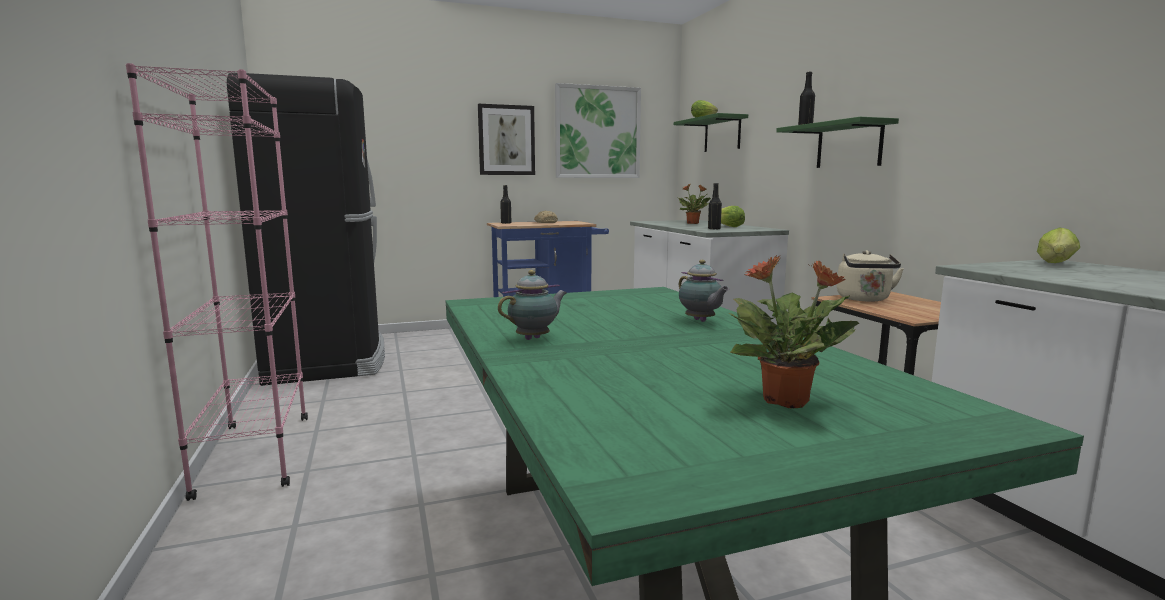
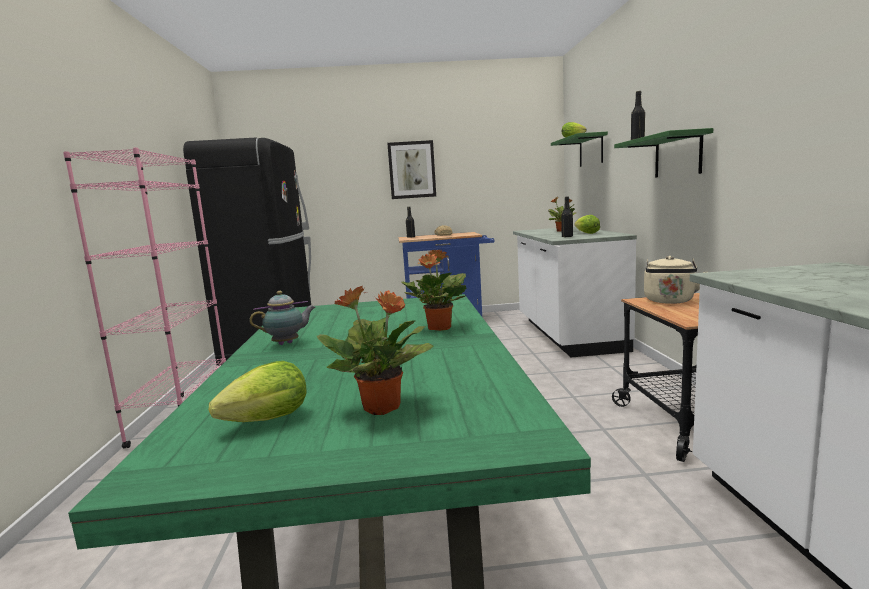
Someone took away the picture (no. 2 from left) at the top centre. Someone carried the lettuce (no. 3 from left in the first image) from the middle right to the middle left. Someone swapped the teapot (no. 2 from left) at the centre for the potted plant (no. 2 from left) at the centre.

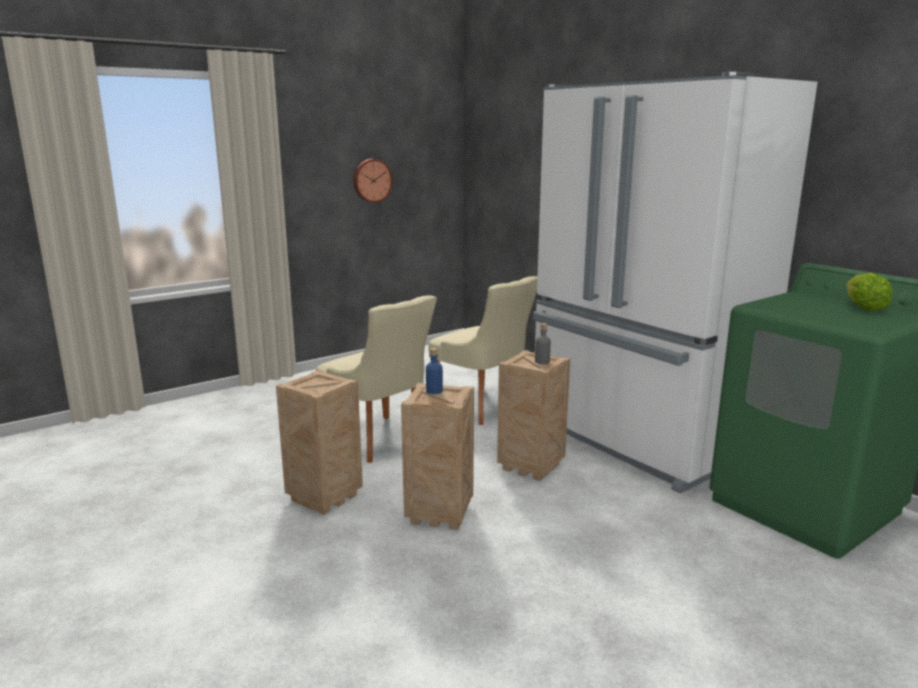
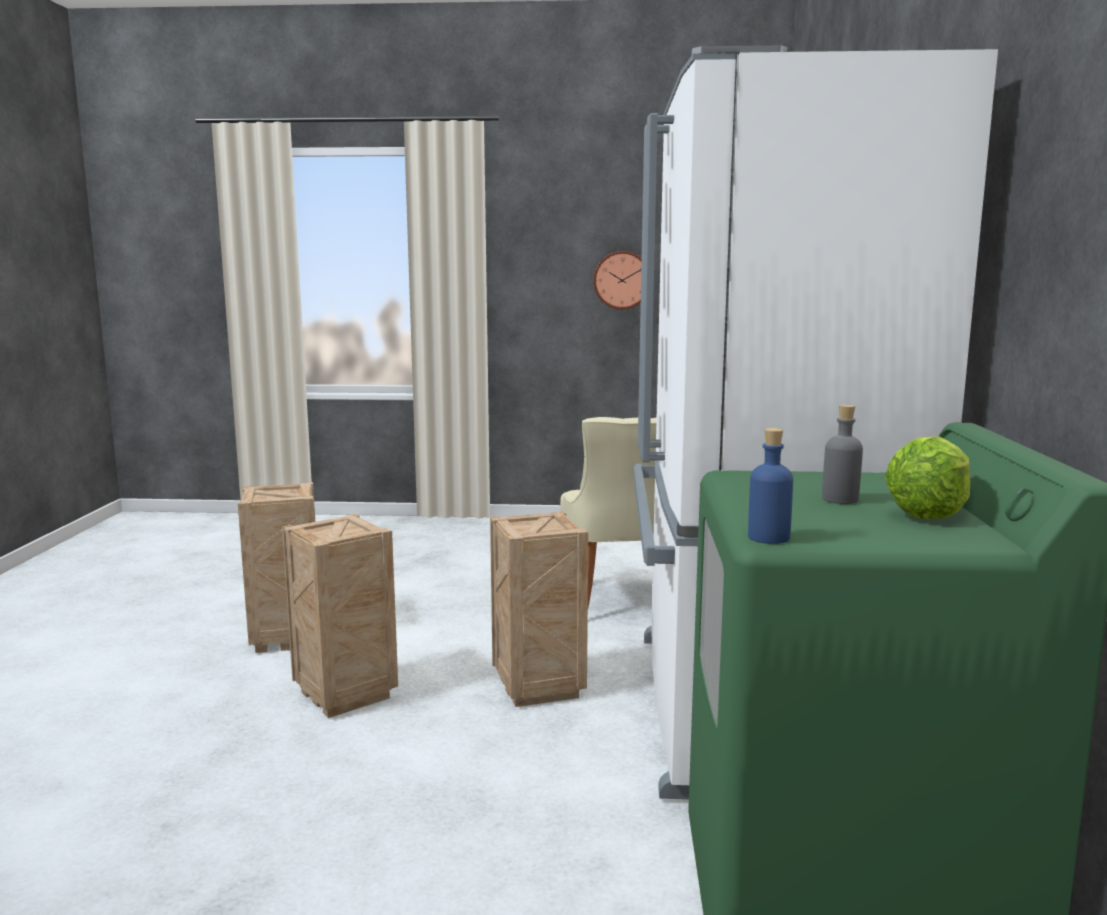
Someone took away the beige chair (no. 1 from left) at the centre. Someone carried the grey bottle from the centre to the middle right. Someone carried the blue bottle from the centre to the middle right.

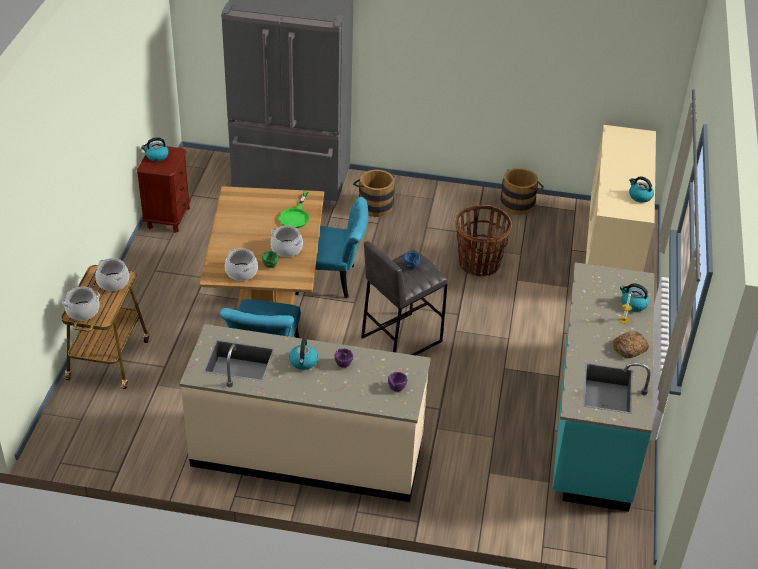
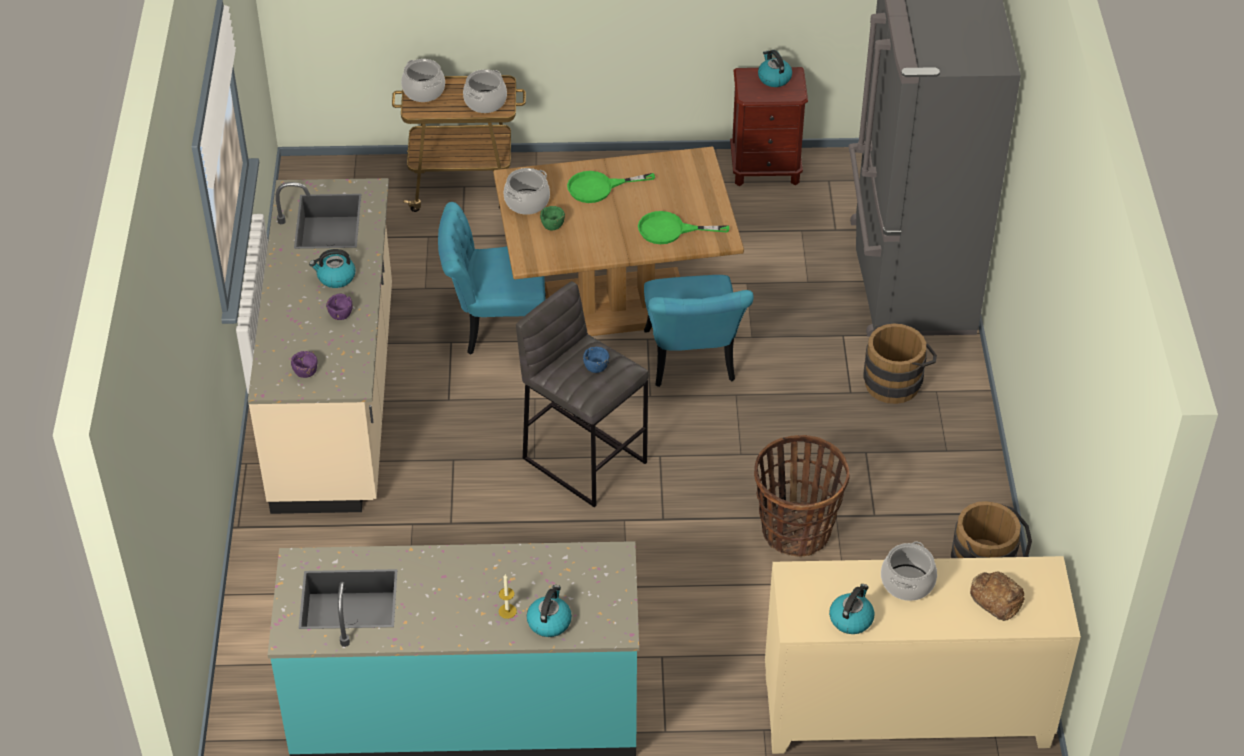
Someone carried the cooking pot (no. 4 from left) from the centre to the bottom right. Someone carried the bread from the middle right to the bottom right. Someone put down the green frying pan (no. 1 from left) at the top centre.

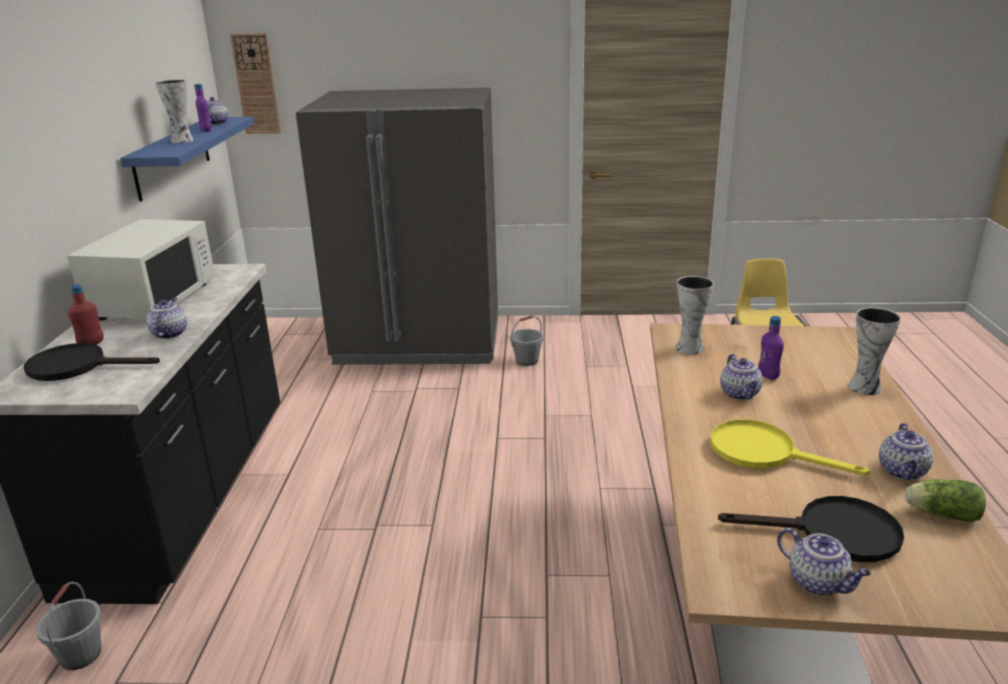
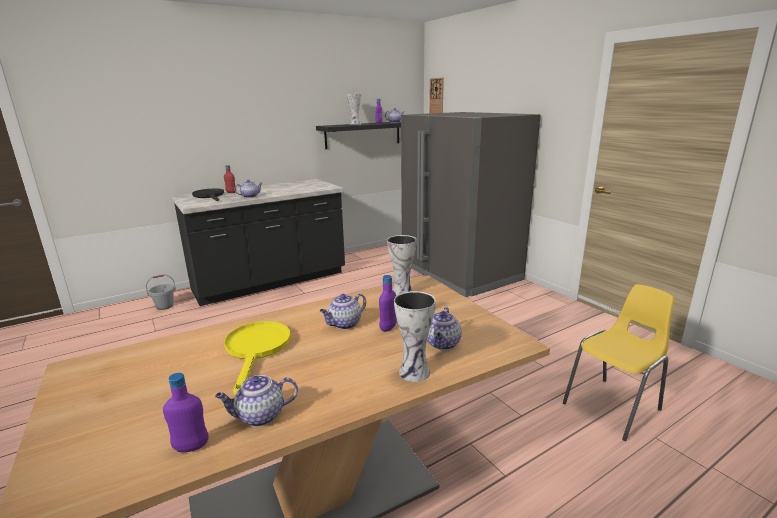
Someone repainted the blue shelf at the top left, which became the black shelf at the top centre. Someone took away the white microwave at the middle left. Someone took away the grey bucket (no. 2 from left) at the centre. Someone swapped the lettuce at the bottom right for the purple bottle (no. 1 from left) at the bottom left. Someone took away the black frying pan (no. 2 from left) at the bottom right. Someone carried the teapot (no. 4 from left in the first image) from the bottom right to the centre.

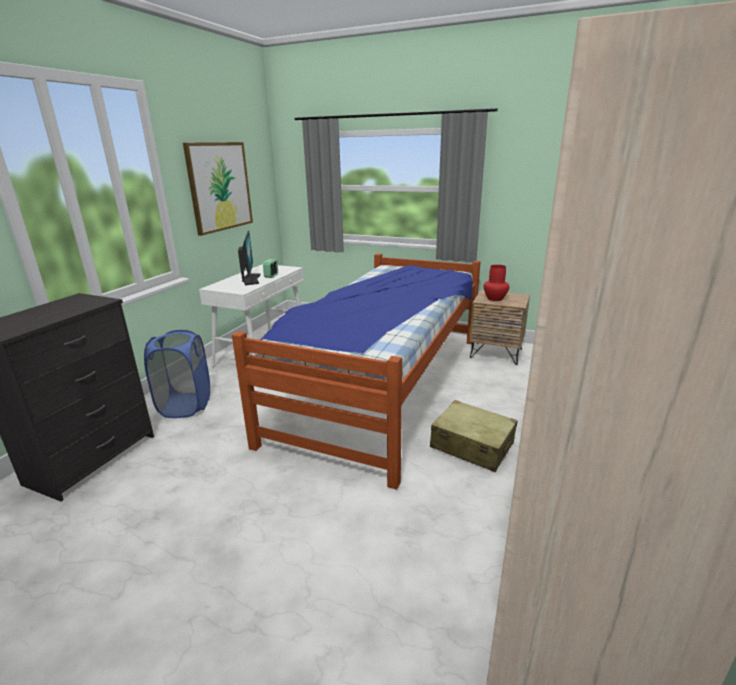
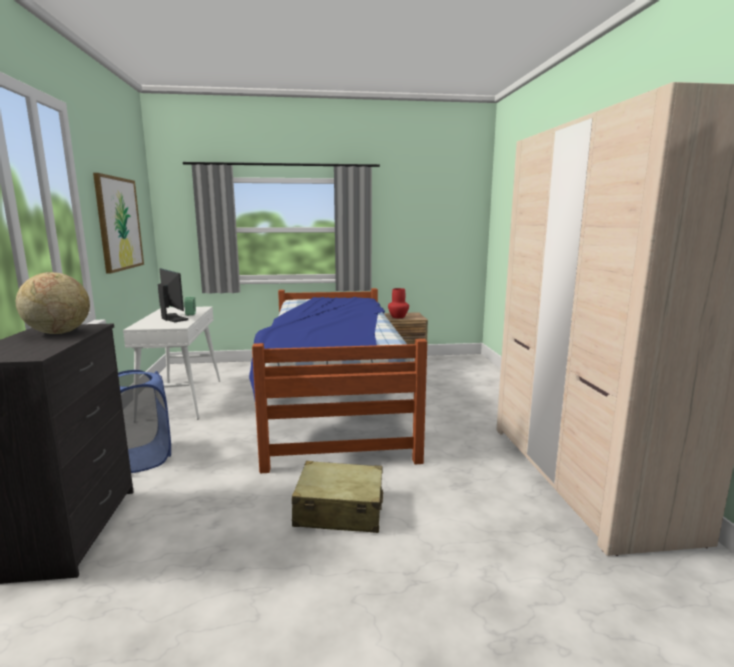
Someone carried the beige suitcase from the centre to the bottom centre. Someone put down the globe at the middle left.

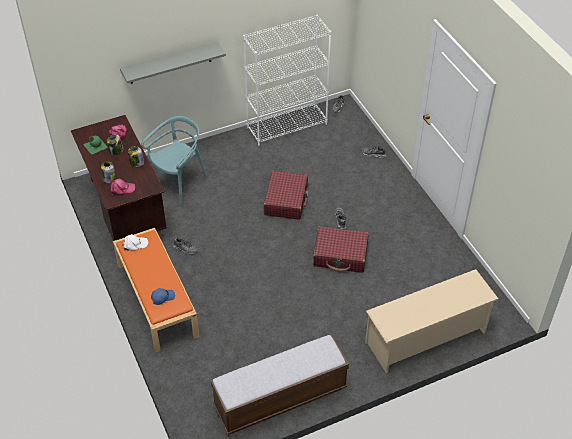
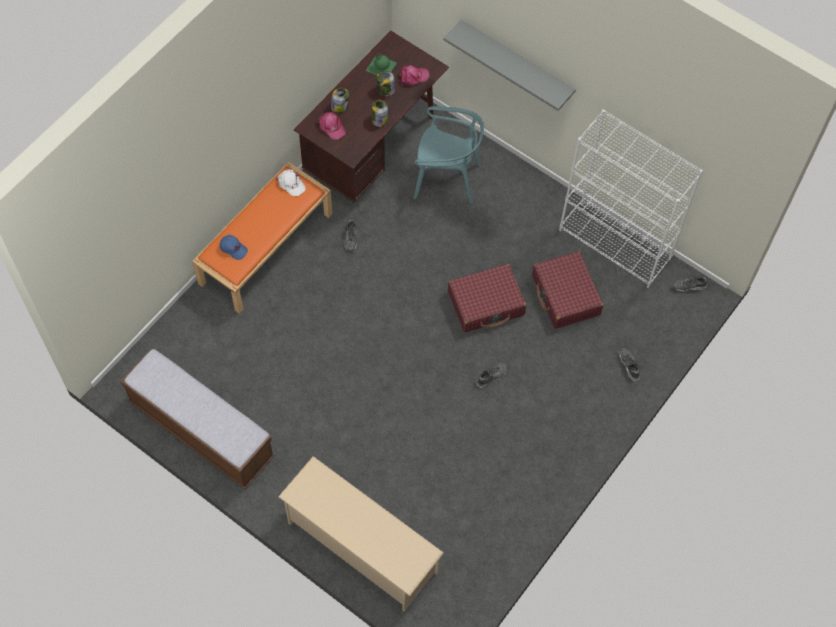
Someone carried the red suitcase (no. 2 from left) from the centre to the middle right.

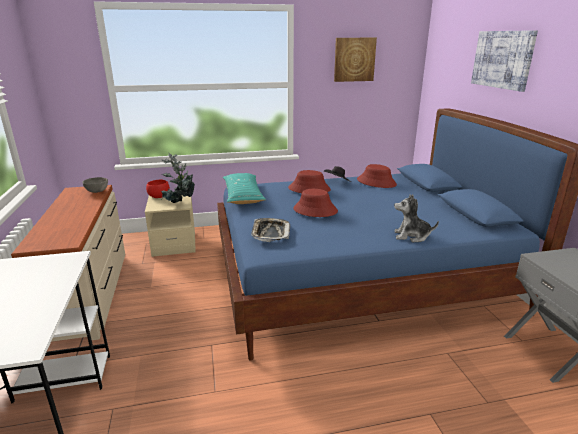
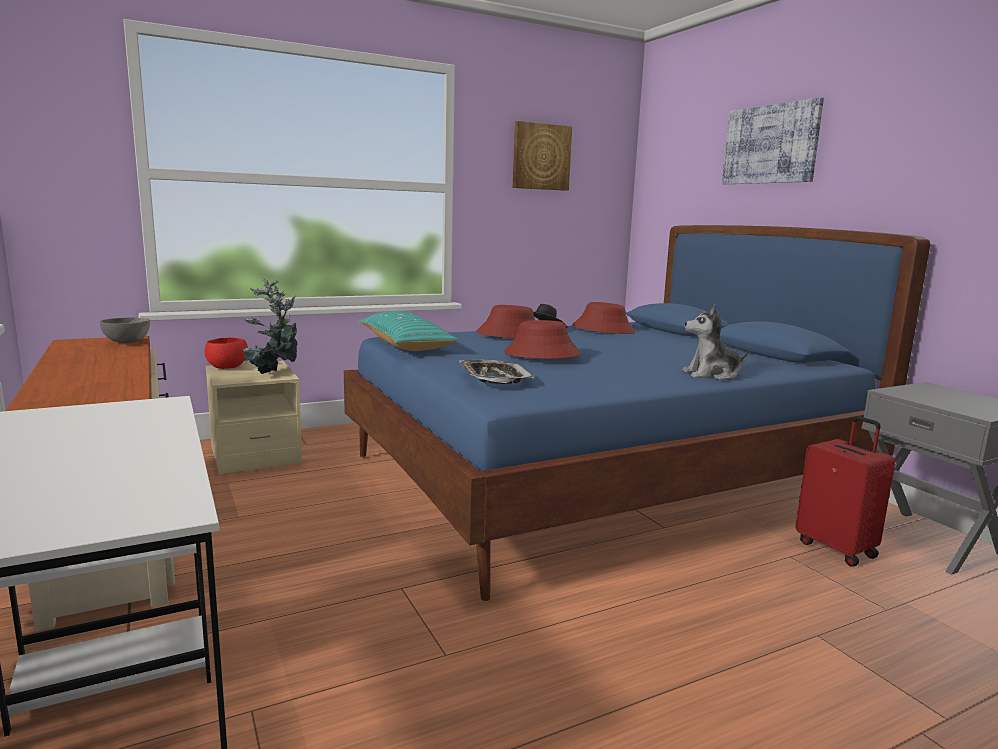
Someone put down the red suitcase at the middle right.

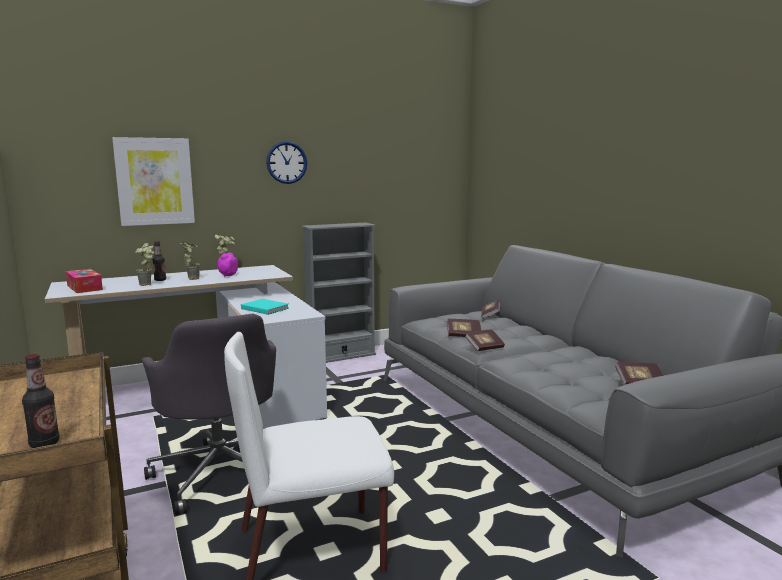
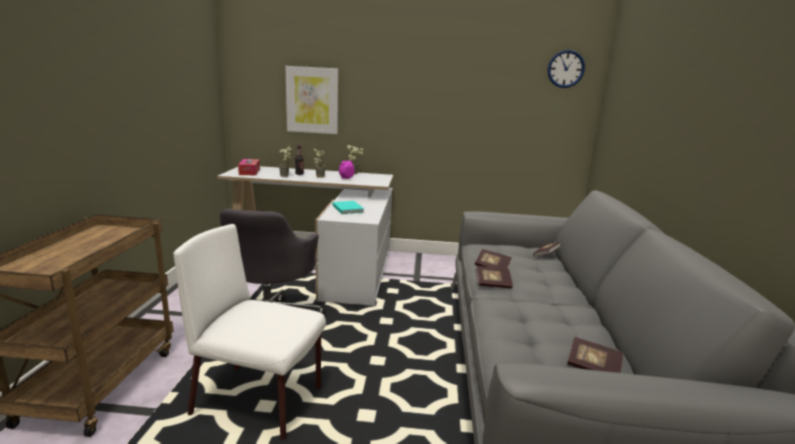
Someone carried the wall clock from the top centre to the top right. Someone took away the grey bookcase at the centre. Someone took away the bottle (no. 1 from left) at the bottom left.

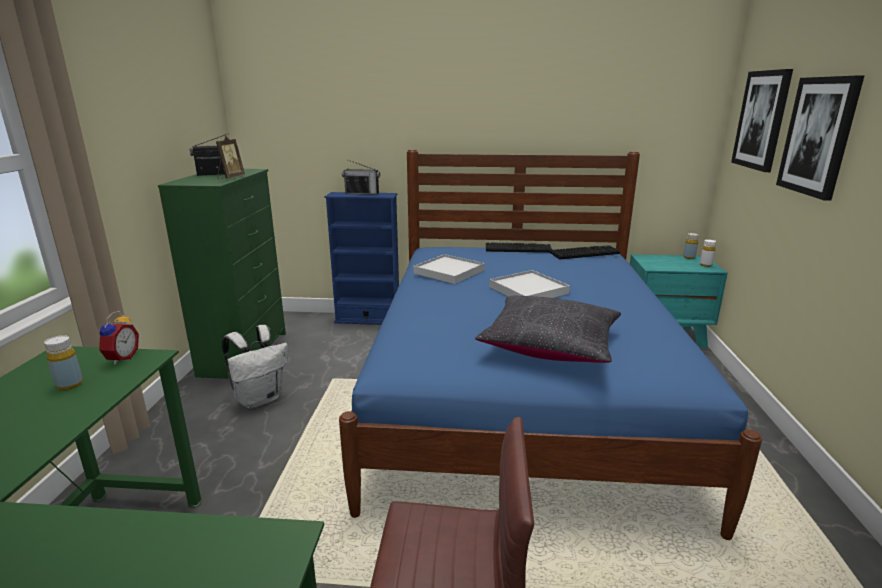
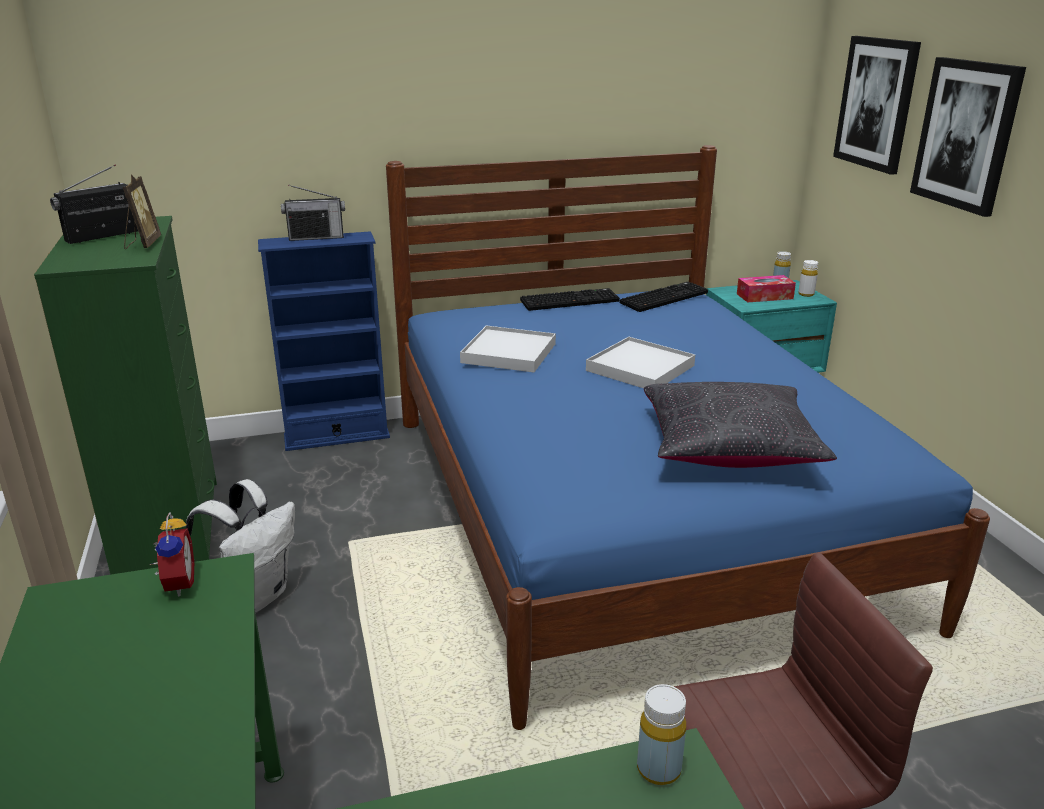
Someone carried the yellow bottle (no. 1 from left) from the middle left to the bottom centre. Someone put down the tissue box at the middle right.

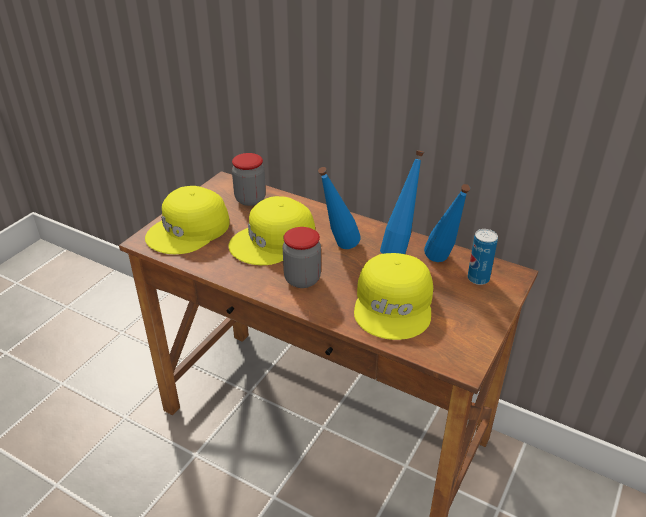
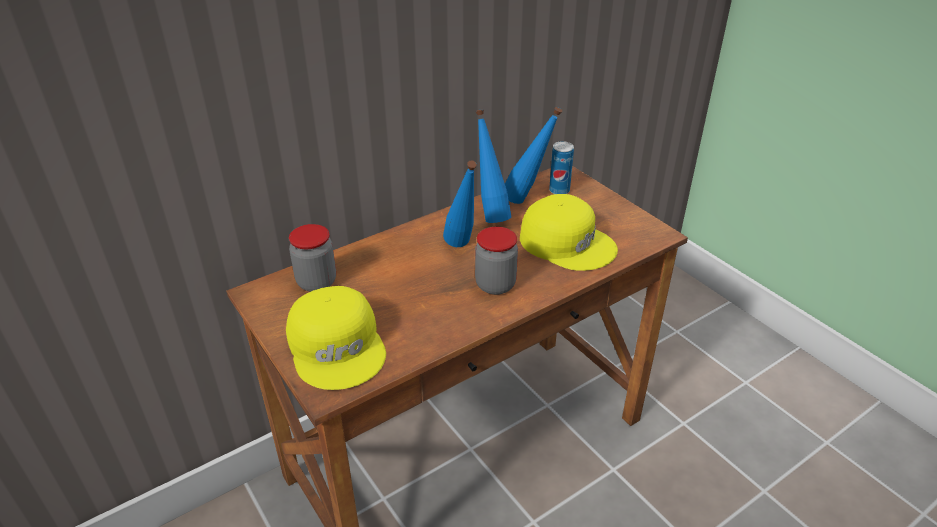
Someone took away the yellow cap (no. 2 from left) at the centre.

